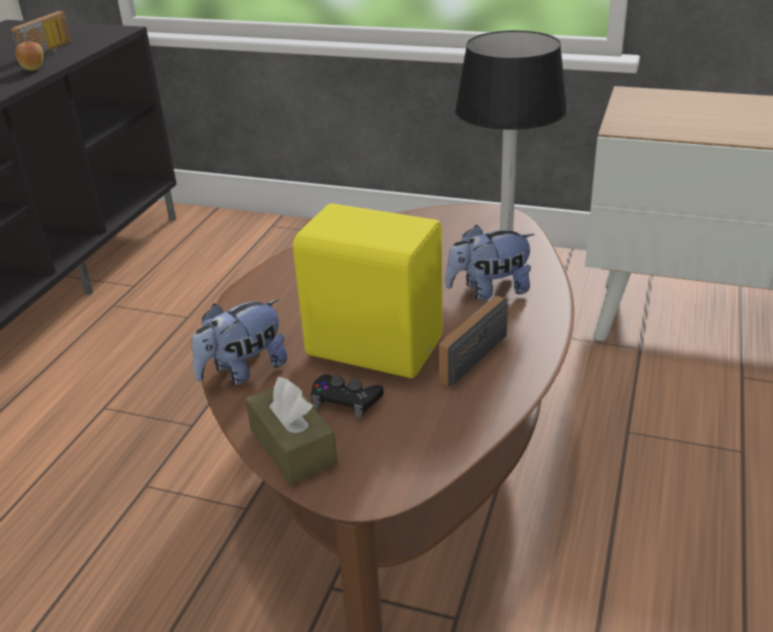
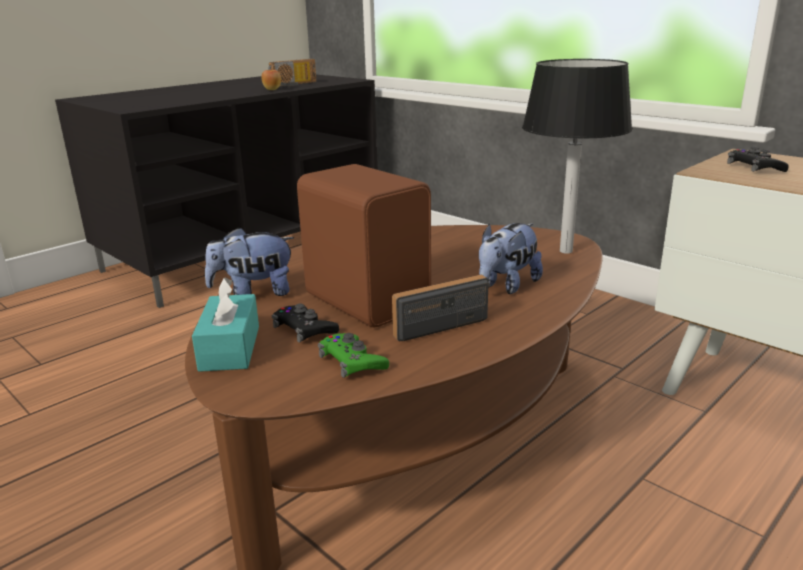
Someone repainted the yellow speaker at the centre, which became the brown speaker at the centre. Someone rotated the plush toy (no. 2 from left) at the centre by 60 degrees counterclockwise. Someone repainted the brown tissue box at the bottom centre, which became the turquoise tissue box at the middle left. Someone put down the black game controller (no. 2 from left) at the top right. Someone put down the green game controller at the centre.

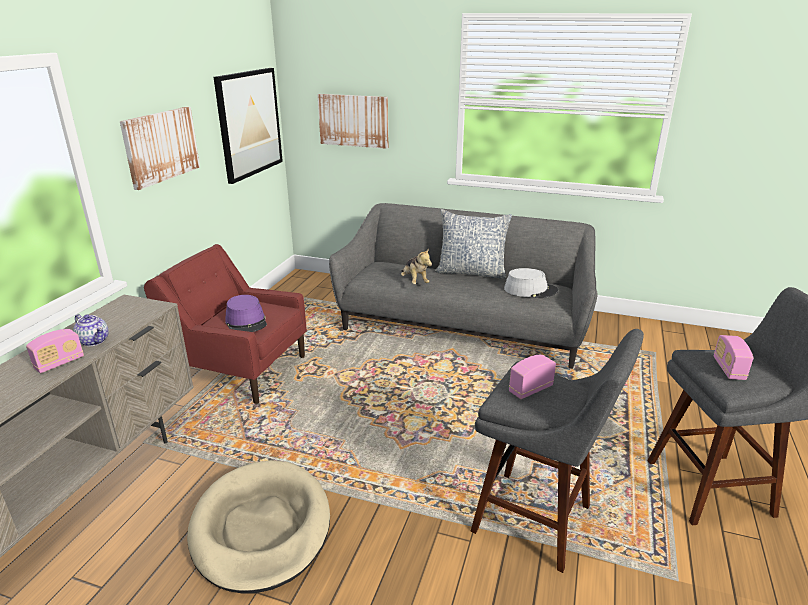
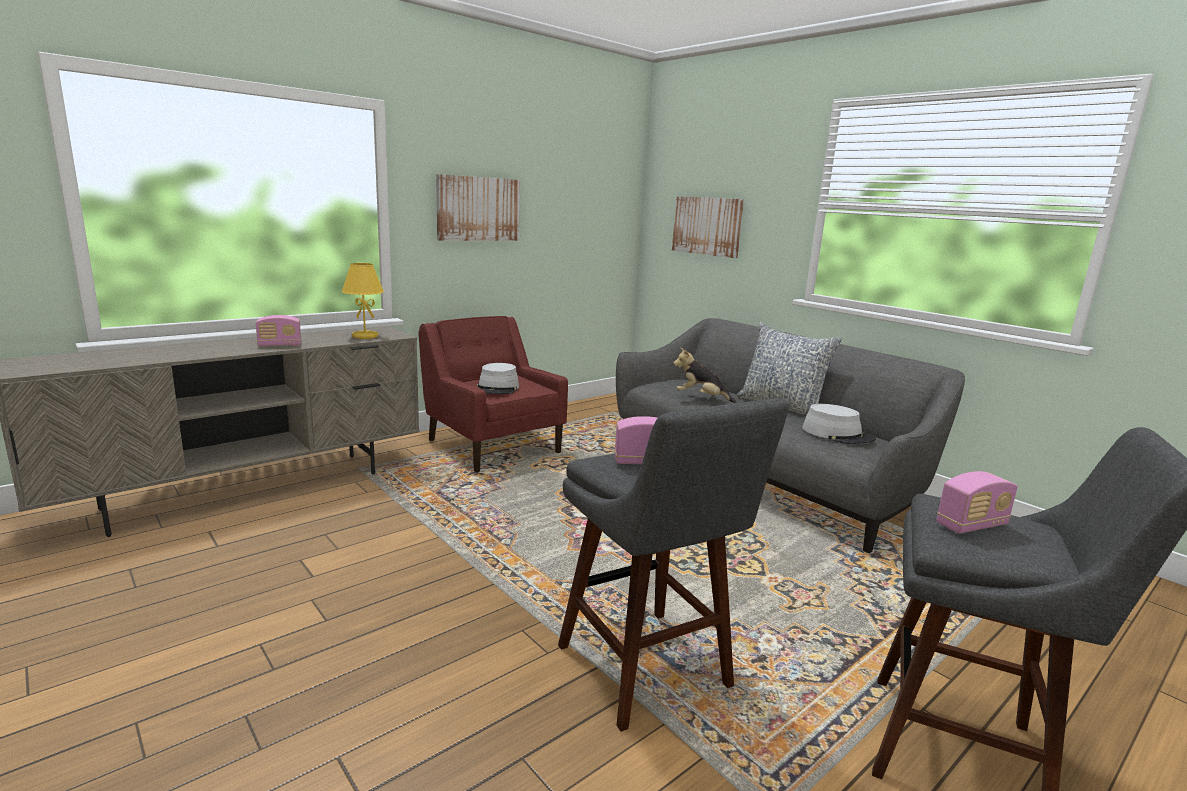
Someone took away the picture (no. 2 from left) at the top left. Someone rotated the plush toy at the centre by 105 degrees clockwise. Someone repainted the purple hat at the middle left, which became the grey hat (no. 1 from left) at the centre. Someone took away the teapot at the middle left. Someone rotated the radio (no. 3 from left) at the middle right by 150 degrees counterclockwise. Someone took away the beige dog bed at the bottom left. Someone put down the yellow table lamp at the middle left.

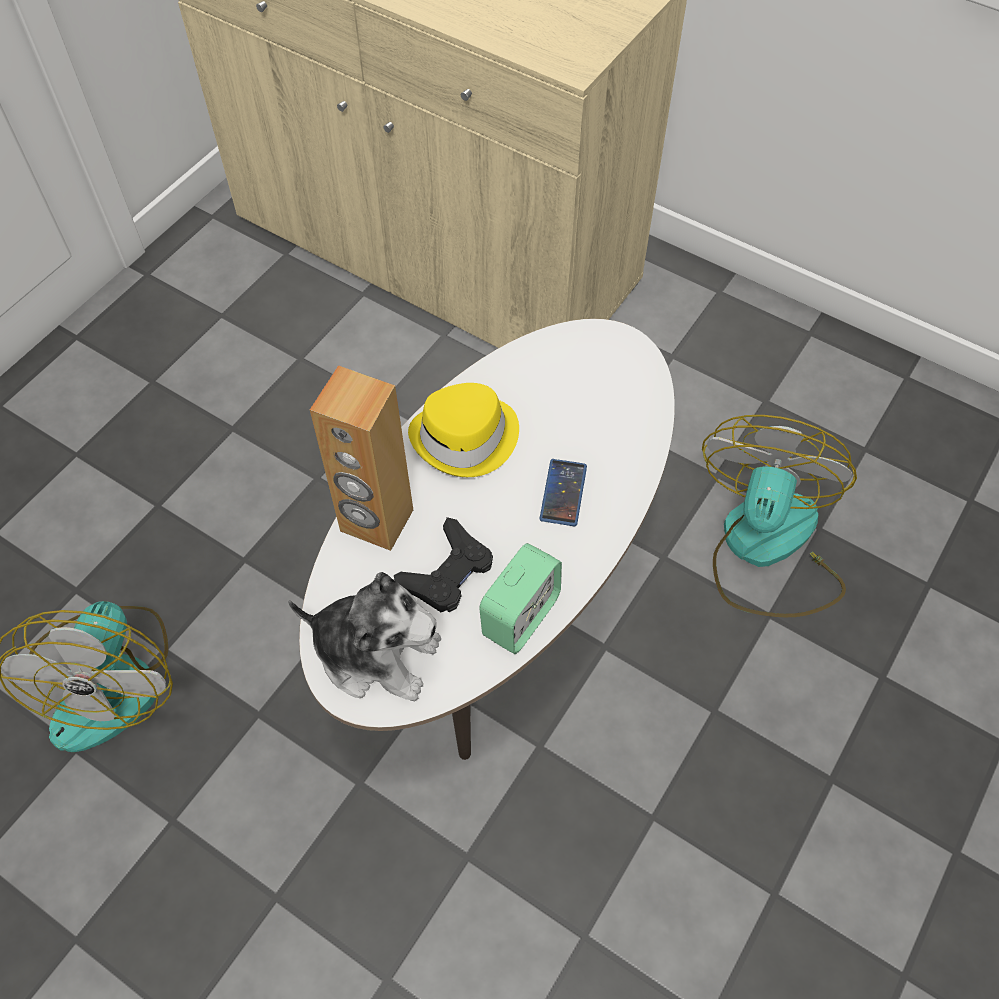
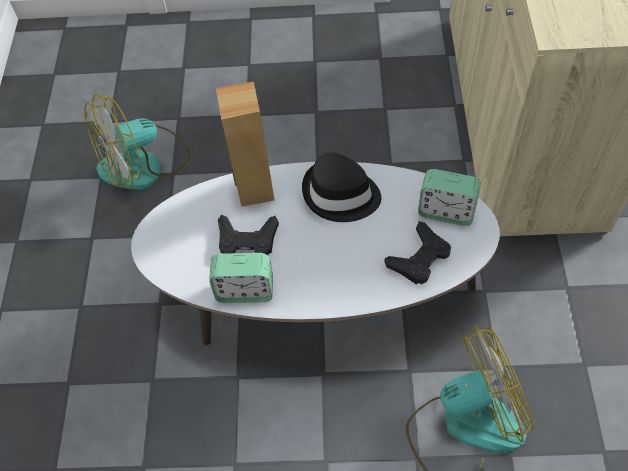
Someone repainted the yellow hat at the centre, which became the black hat at the centre. Someone took away the phone at the centre. Someone took away the plush toy at the centre. Someone put down the alarm clock (no. 2 from left) at the middle right. Someone put down the black game controller (no. 2 from left) at the centre.

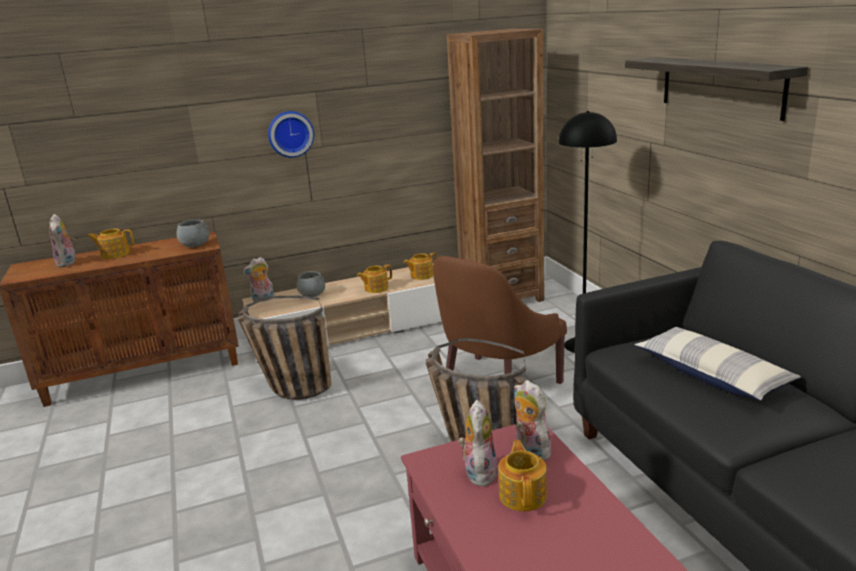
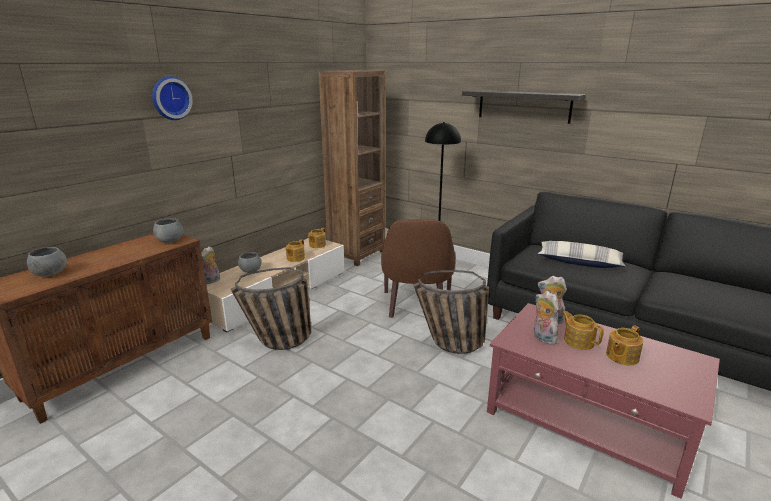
Someone carried the wall clock from the top centre to the top left. Someone swapped the plush toy (no. 1 from left) at the middle left for the grey bowl (no. 1 from left) at the middle left. Someone carried the teapot (no. 1 from left in the first image) from the middle left to the bottom right.

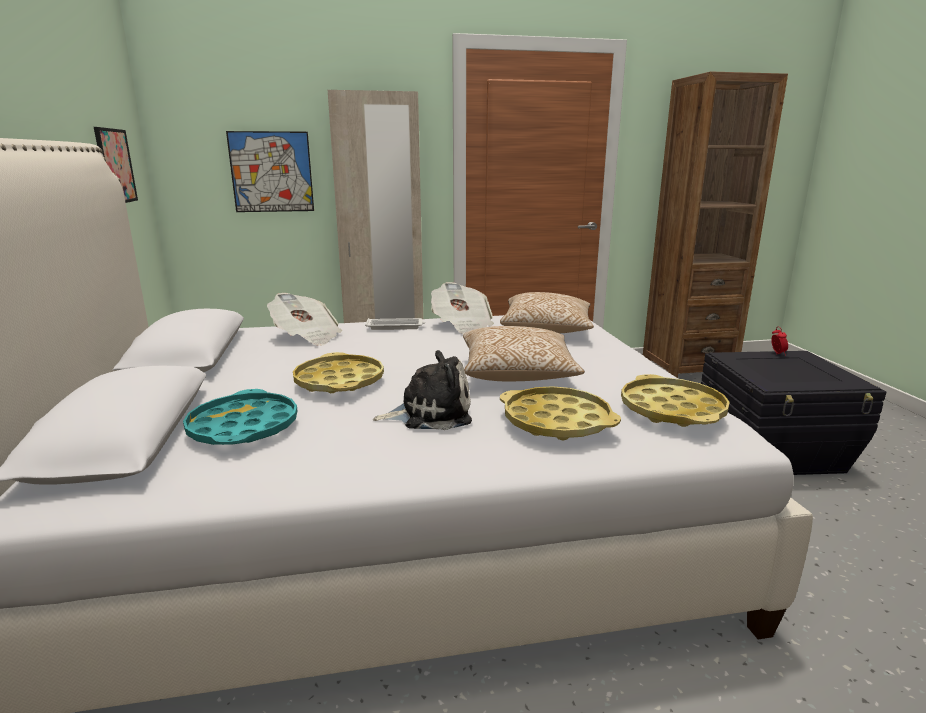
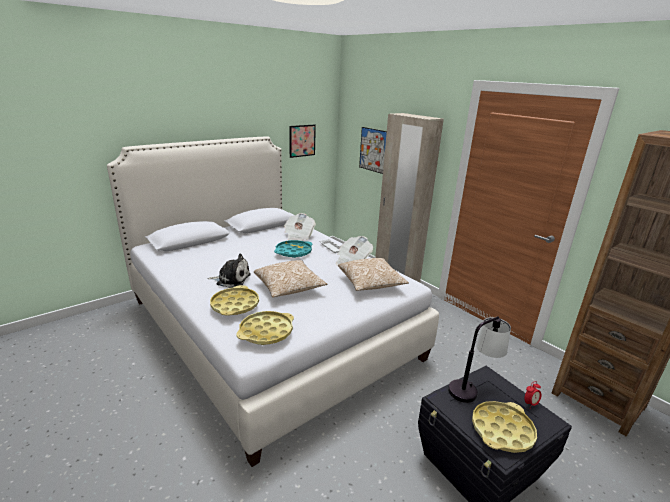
Someone rotated the plush toy at the centre by 45 degrees counterclockwise. Someone carried the yellow tray (no. 1 from left in the first image) from the centre to the bottom right. Someone carried the turquoise tray from the middle left to the centre. Someone put down the table lamp at the bottom right.

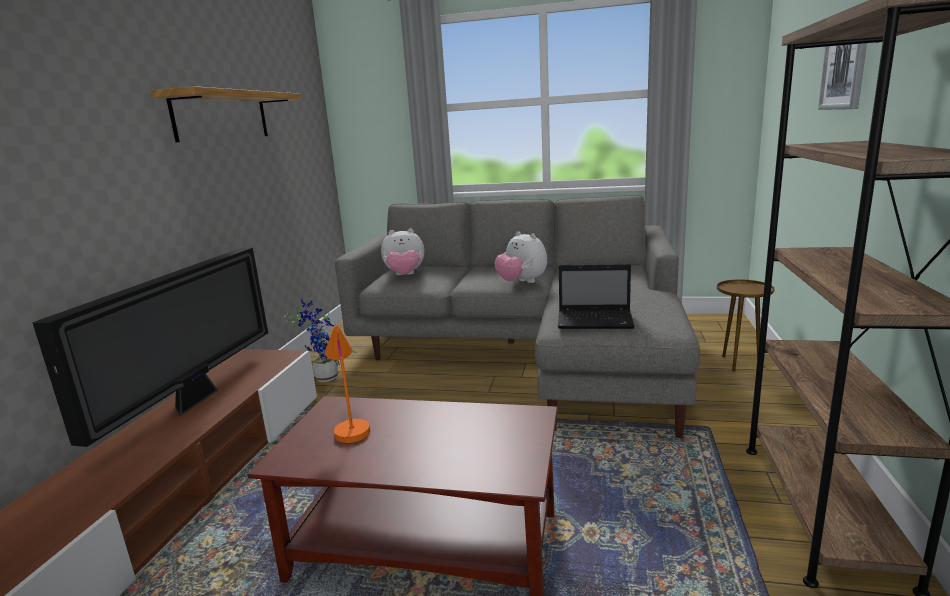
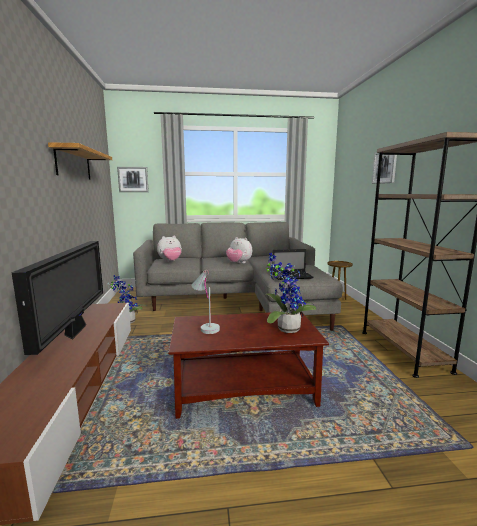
Someone repainted the orange table lamp at the centre, which became the white table lamp at the centre. Someone put up the picture (no. 1 from left) at the middle left. Someone put down the potted plant (no. 2 from left) at the centre.

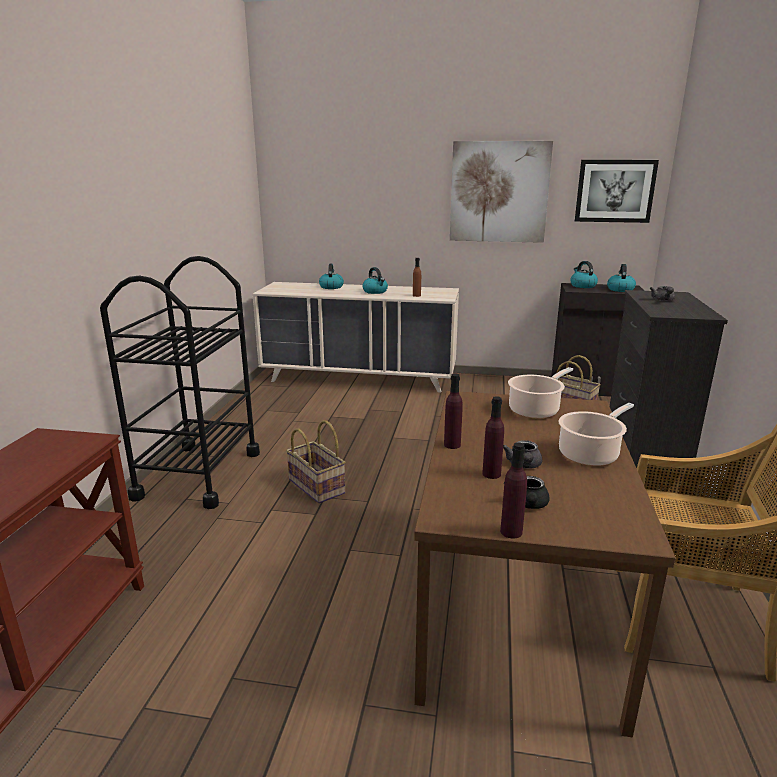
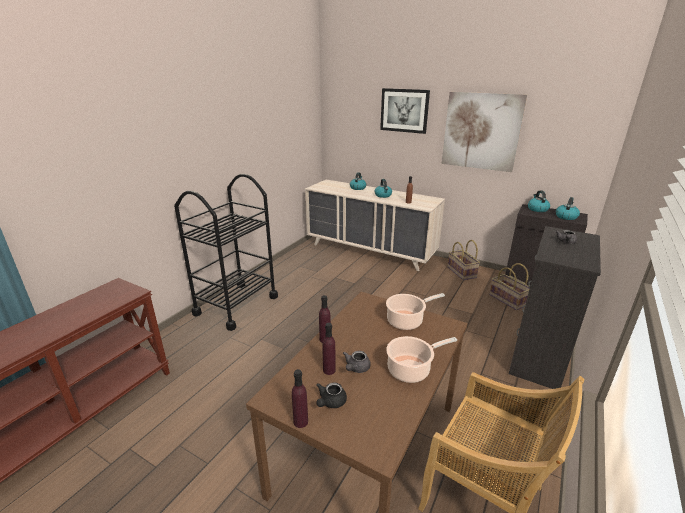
Someone carried the picture (no. 2 from left in the first image) from the top right to the top centre. Someone carried the basket (no. 1 from left) from the centre to the middle right.

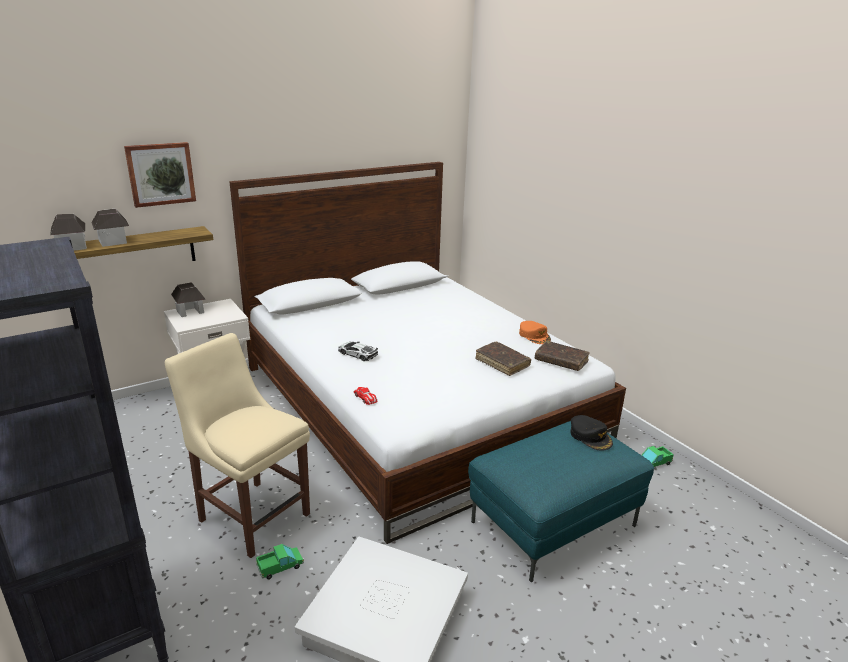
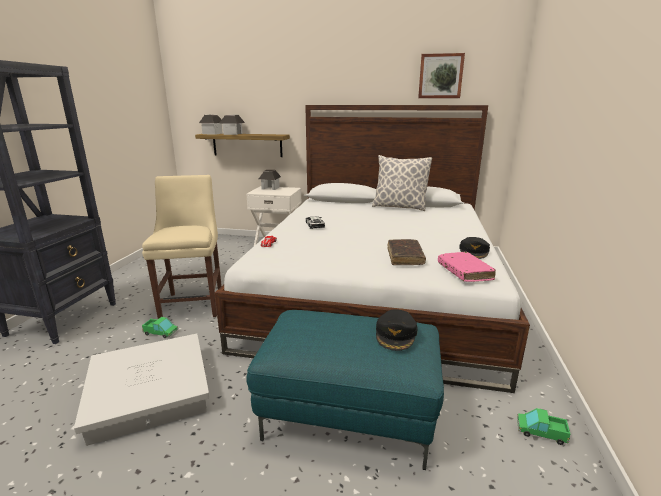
Someone carried the picture from the top left to the top right. Someone repainted the orange cap at the centre, which became the black cap (no. 2 from left) at the middle right. Someone repainted the brown book (no. 2 from left) at the centre, which became the pink book at the middle right. Someone put down the pillow at the centre.

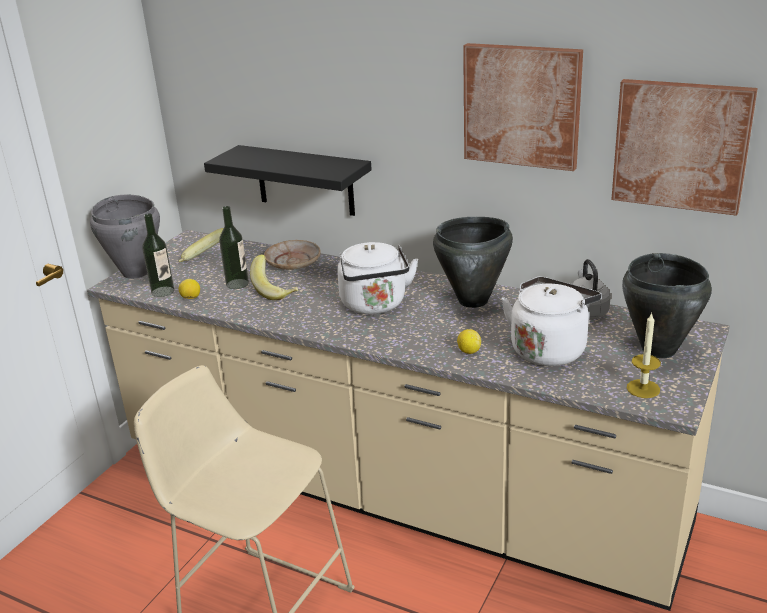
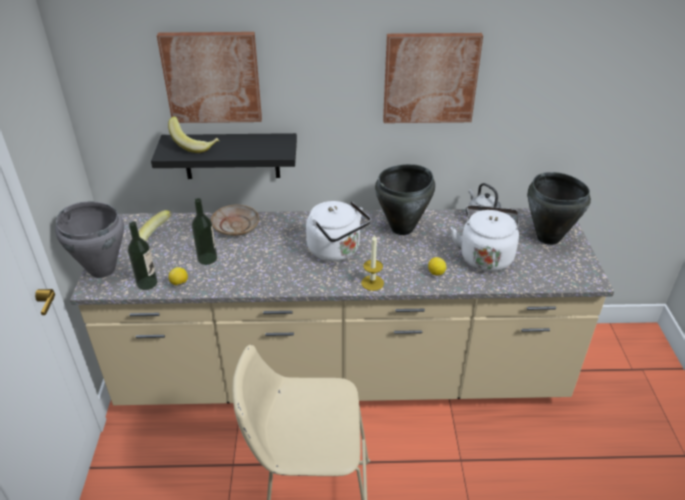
Someone carried the picture (no. 2 from left in the first image) from the top right to the top left. Someone carried the banana (no. 2 from left) from the centre to the top left. Someone carried the candle from the middle right to the centre.

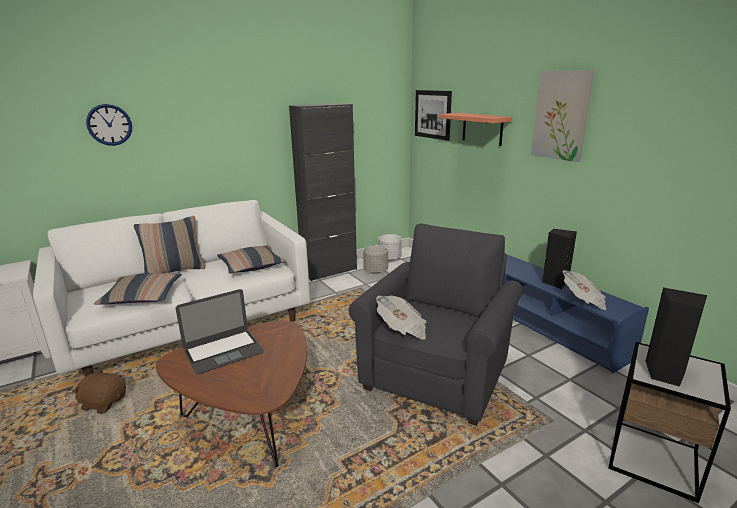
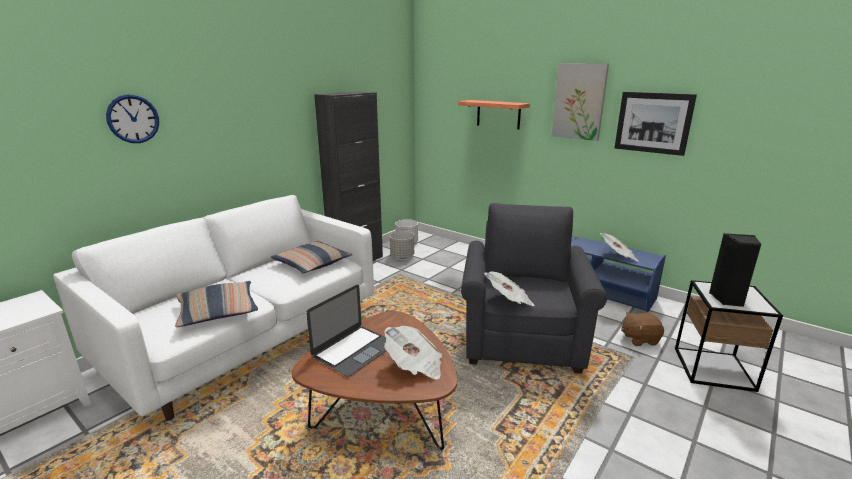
Someone carried the picture (no. 1 from left in the first image) from the top centre to the top right. Someone took away the pillow (no. 2 from left) at the middle left. Someone took away the black speaker (no. 1 from left) at the middle right. Someone carried the brown plush toy from the bottom left to the bottom right. Someone put down the newspaper (no. 1 from left) at the bottom centre.

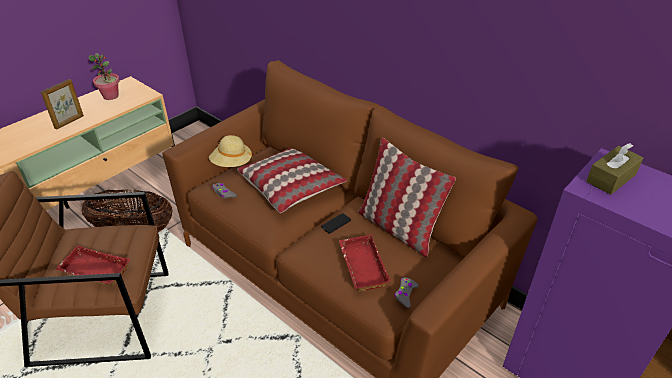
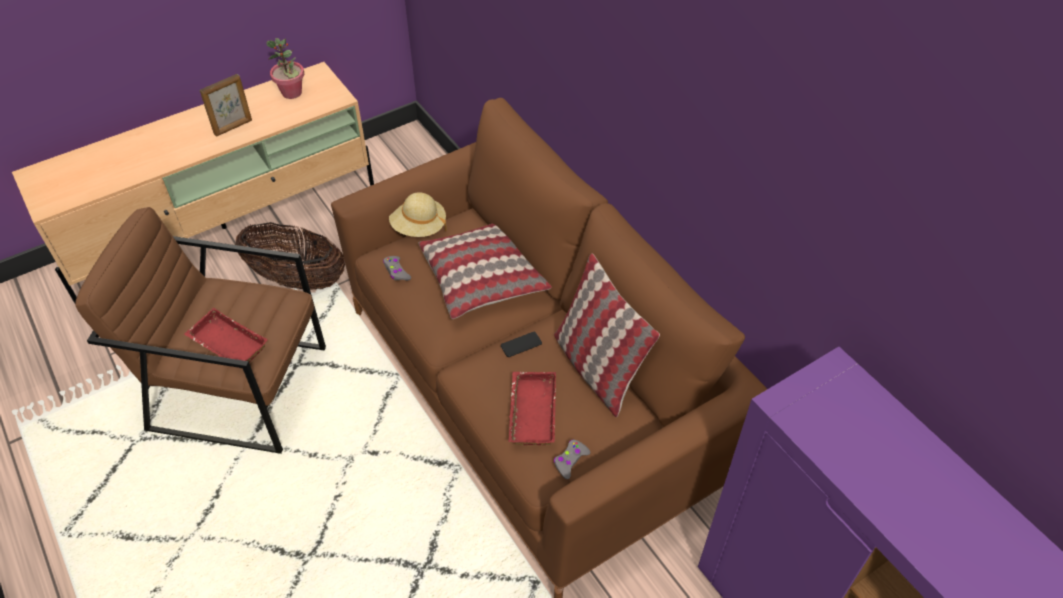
Someone took away the brown tissue box at the middle right.

